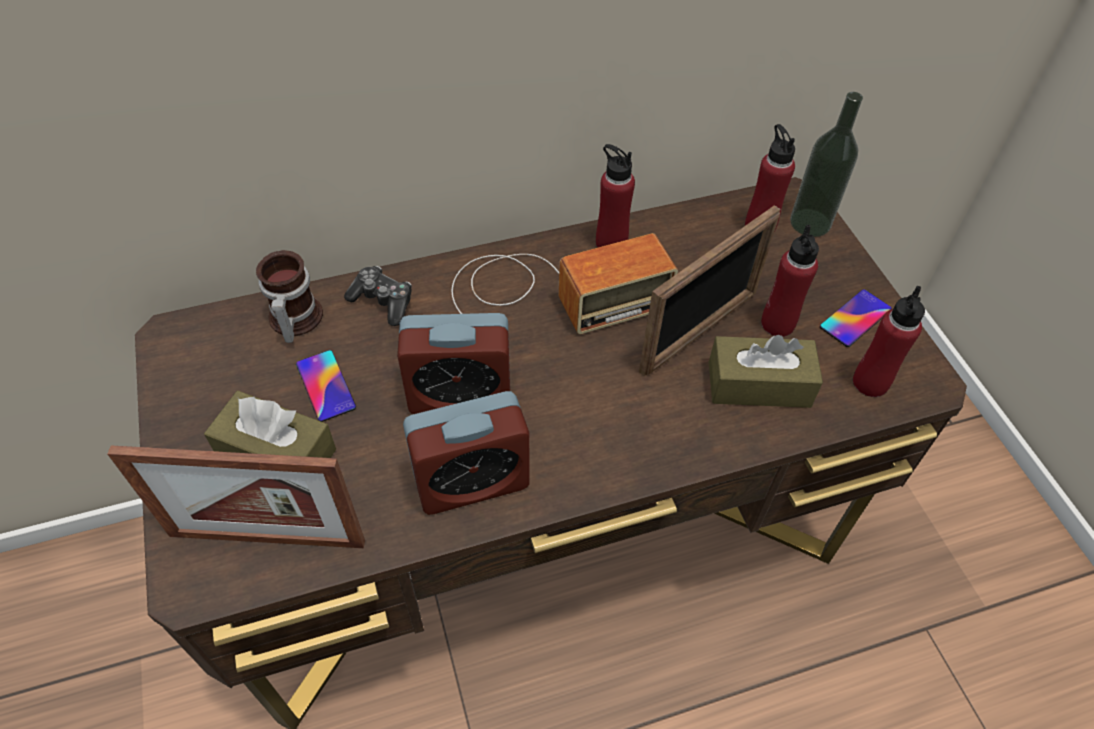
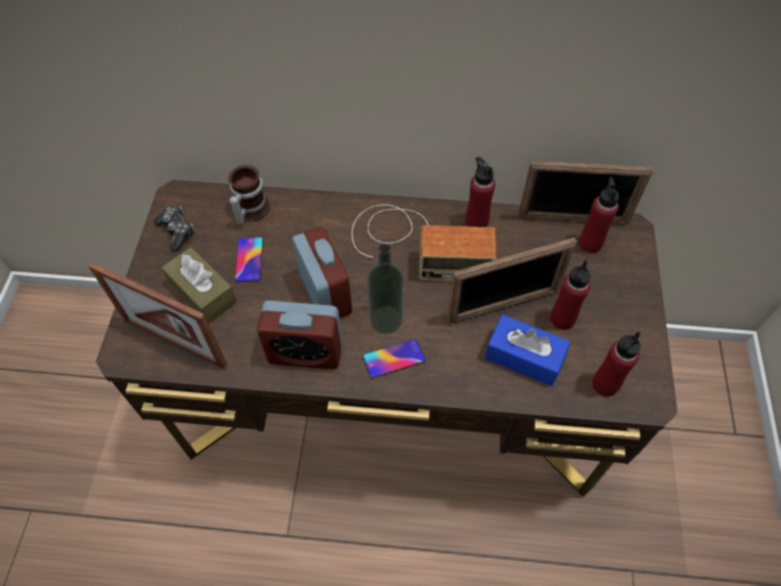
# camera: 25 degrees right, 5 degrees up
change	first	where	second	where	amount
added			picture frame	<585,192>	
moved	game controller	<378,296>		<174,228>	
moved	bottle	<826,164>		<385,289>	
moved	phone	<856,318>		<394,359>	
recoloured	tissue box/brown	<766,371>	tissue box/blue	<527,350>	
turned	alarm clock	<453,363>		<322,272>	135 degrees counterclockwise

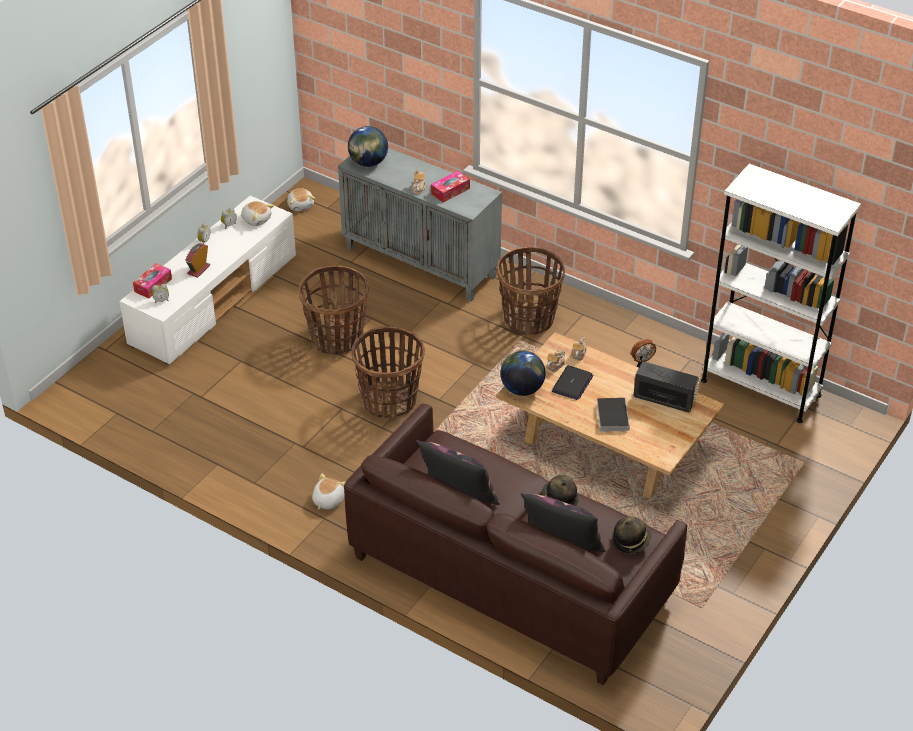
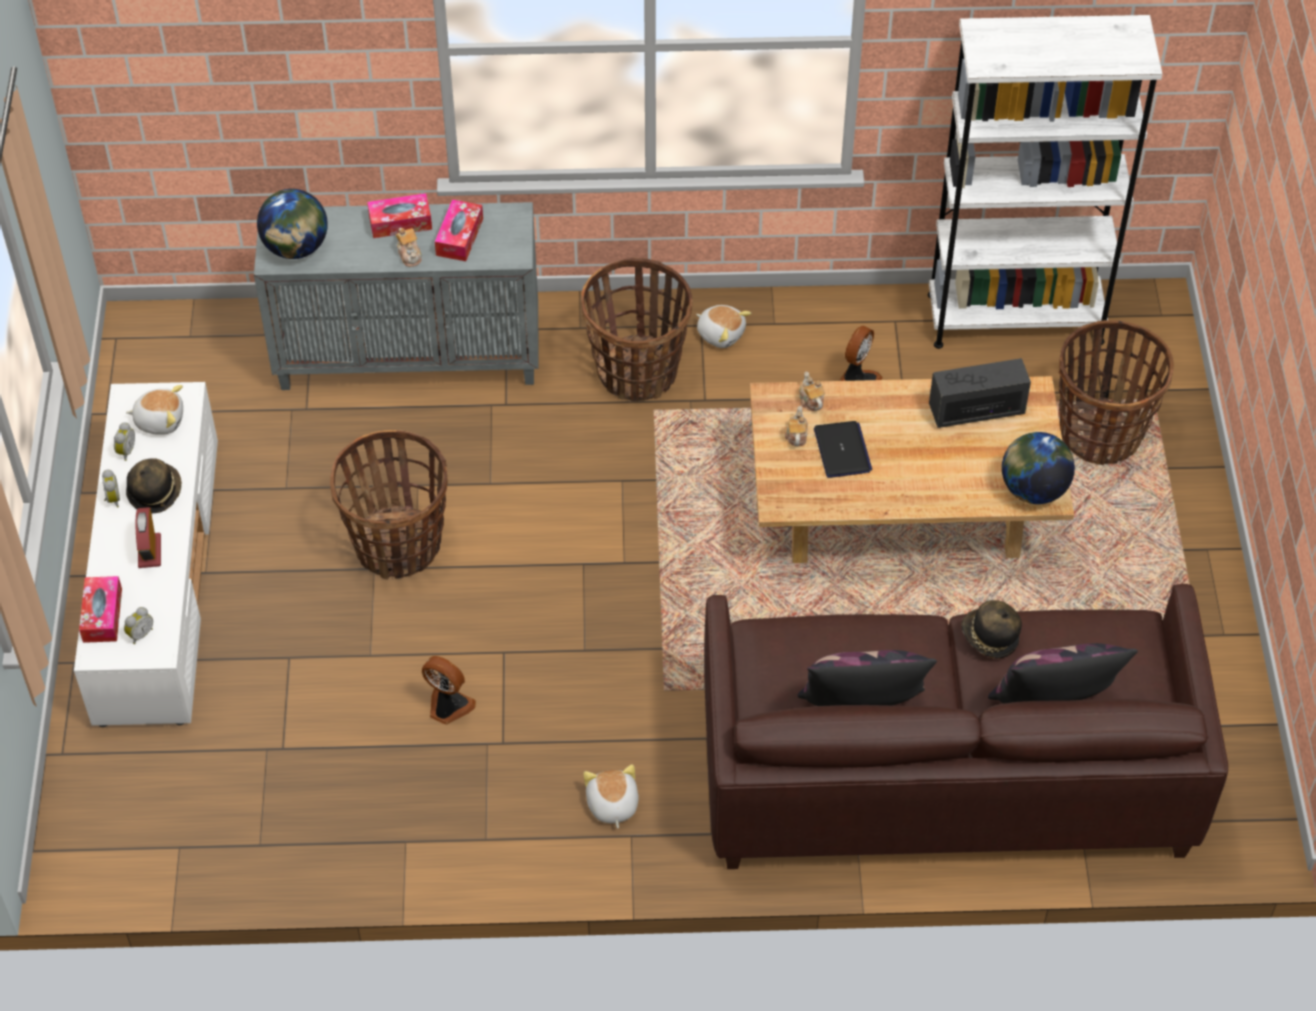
# camera: 35 degrees left, 10 degrees up
change	first	where	second	where	amount
removed	book	<613,415>			
added			tissue box	<399,215>	
added			fan	<449,690>	
moved	plush toy	<301,199>		<723,326>	
moved	basket	<388,372>		<1116,392>	
moved	globe	<523,373>		<1038,468>	
moved	hat	<632,535>		<154,485>	

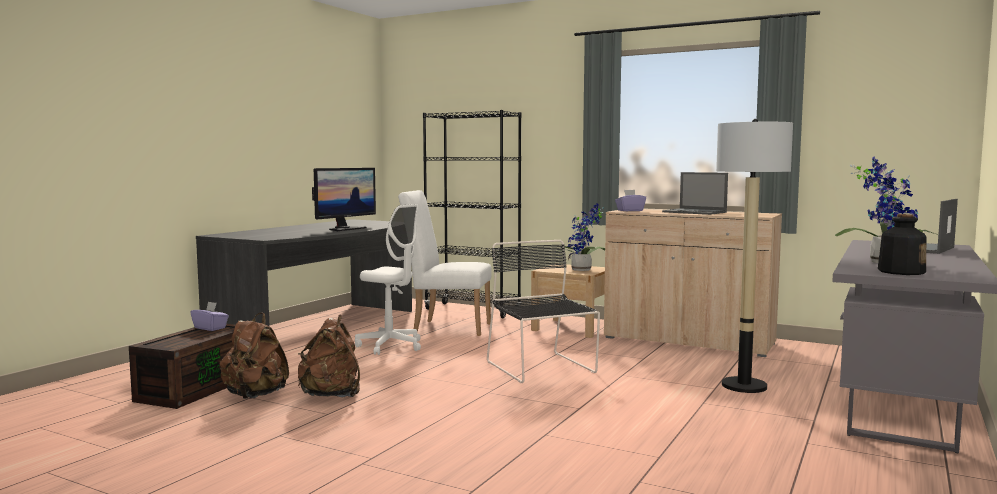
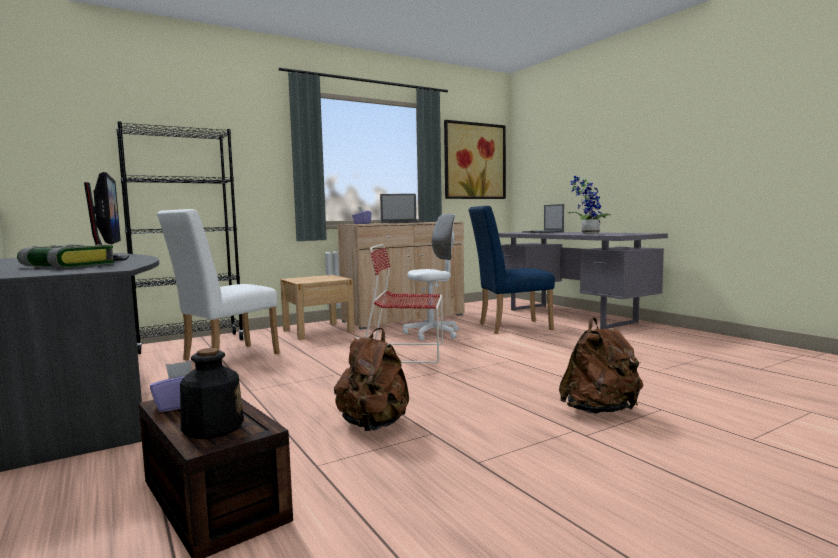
# camera: 60 degrees left, 0 degrees up
change	first	where	second	where	amount
removed	potted plant	<581,237>			
added			book	<65,256>	
added			picture	<475,159>	
moved	backpack/brown	<254,355>		<601,365>	
moved	office chair/white	<388,279>		<431,277>	
moved	bottle	<902,244>		<212,393>	
replaced	floor lamp	<754,256>	chair/blue	<511,270>	
recoloured	chair/black	<543,311>	chair/red	<404,304>	

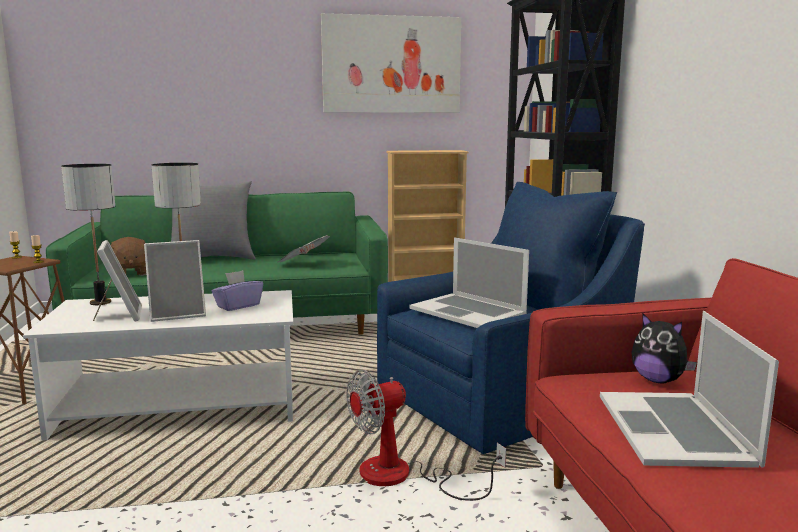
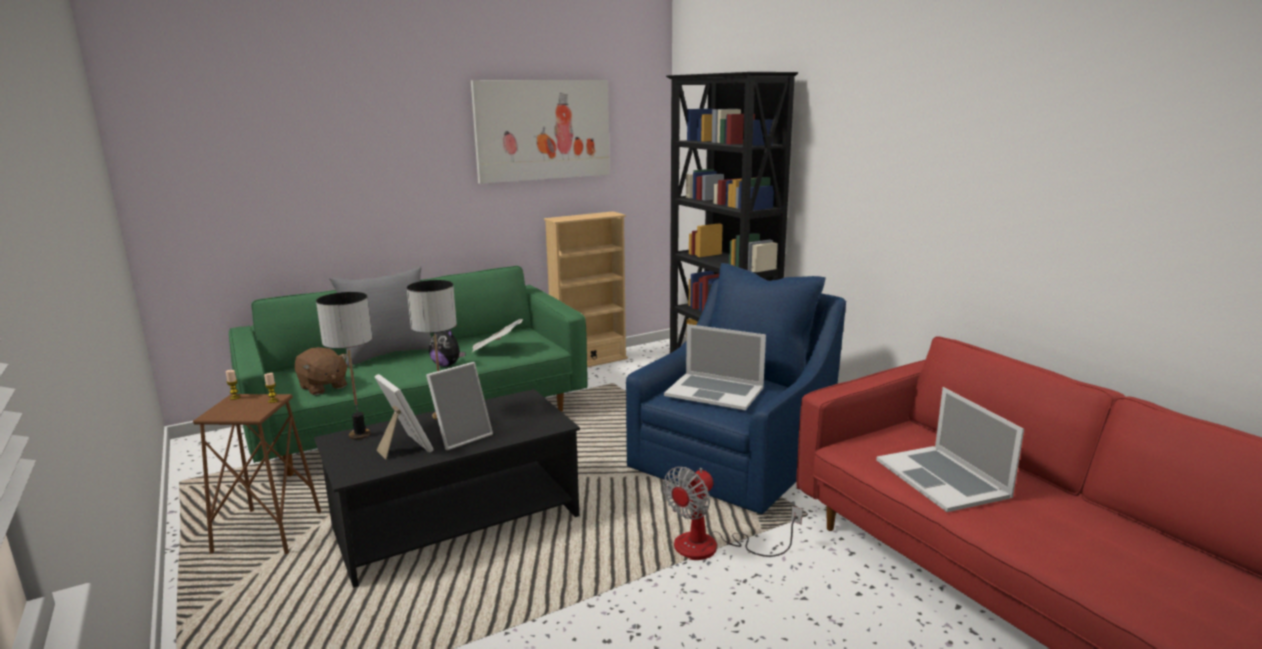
# camera: 20 degrees left, 5 degrees up
change	first	where	second	where	amount
removed	tissue box/purple	<237,290>			
moved	plush toy	<664,348>		<447,348>	
recoloured	coffee table/white	<158,365>	coffee table/black	<447,488>	

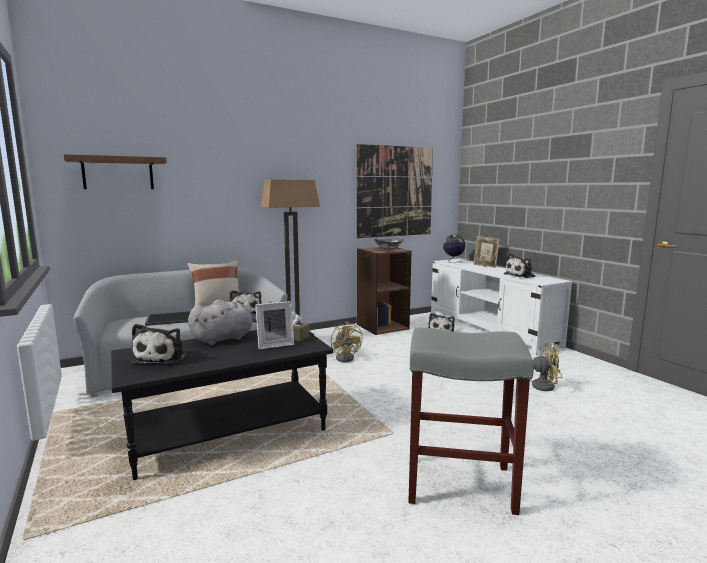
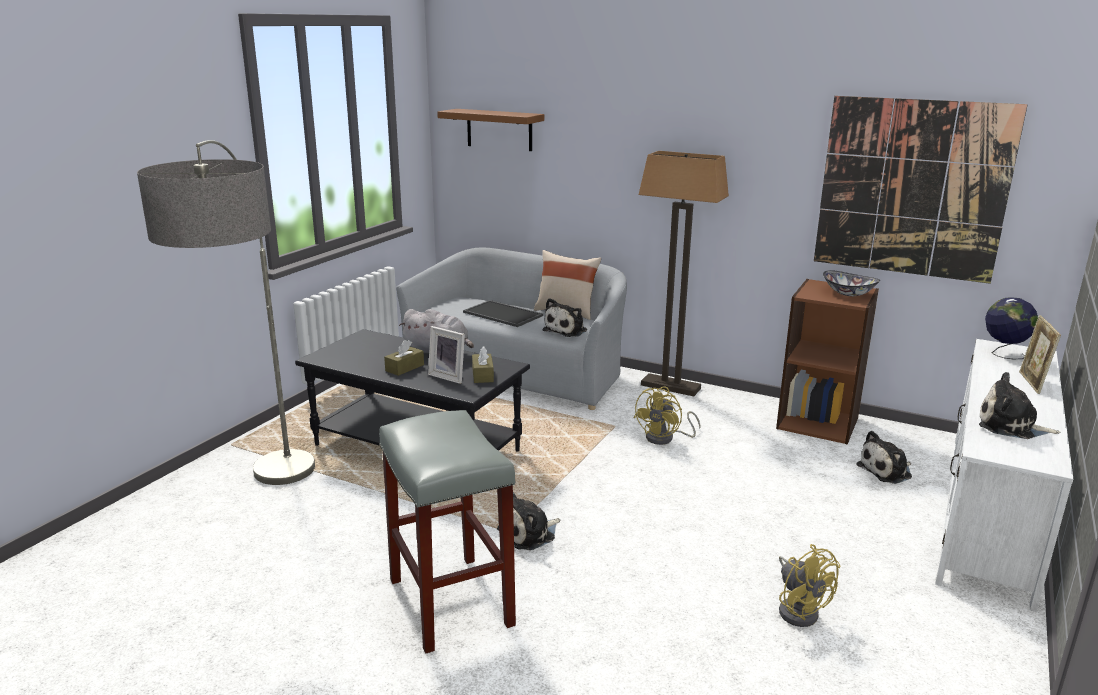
# camera: 55 degrees right, 10 degrees up
change	first	where	second	where	amount
added			floor lamp	<226,312>	
added			tissue box/brown	<404,358>	
moved	plush toy	<158,344>		<529,521>	

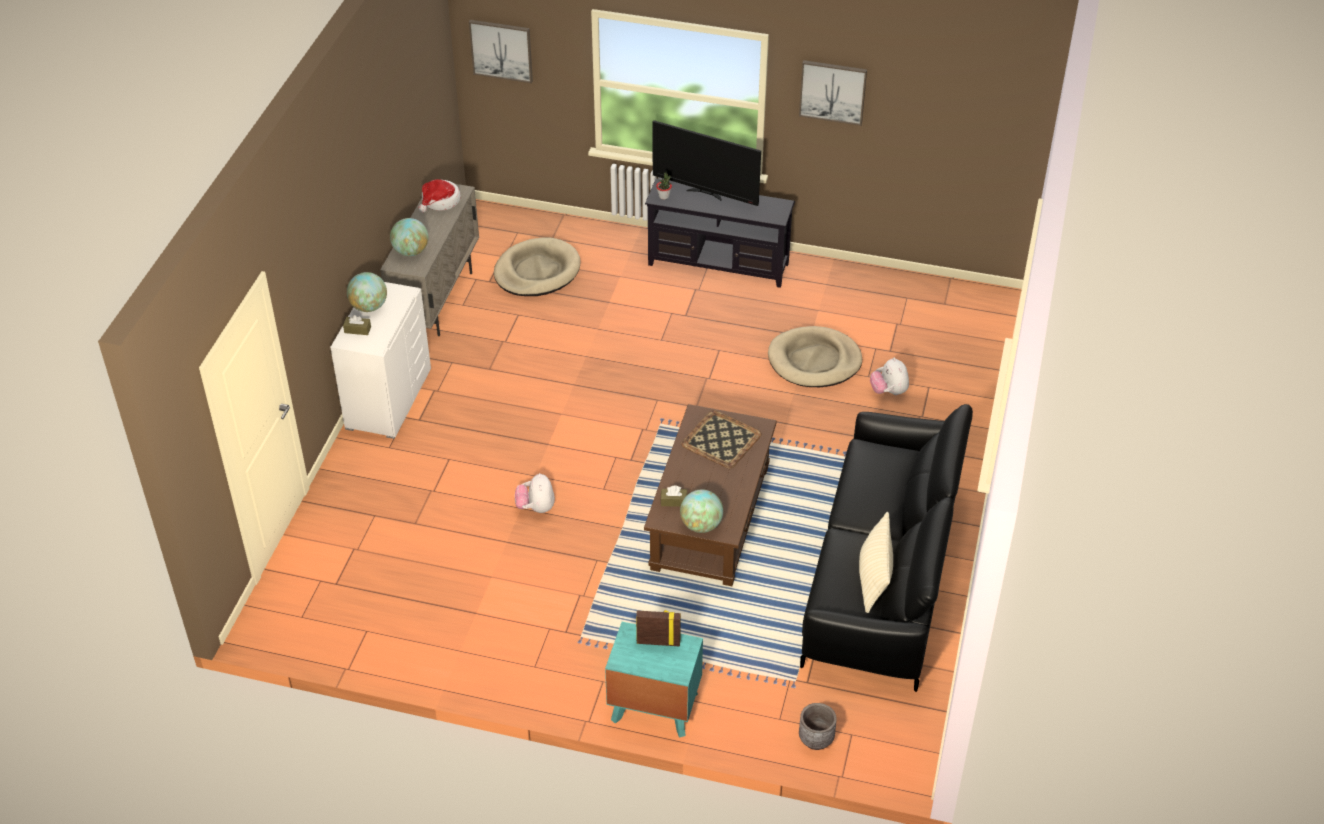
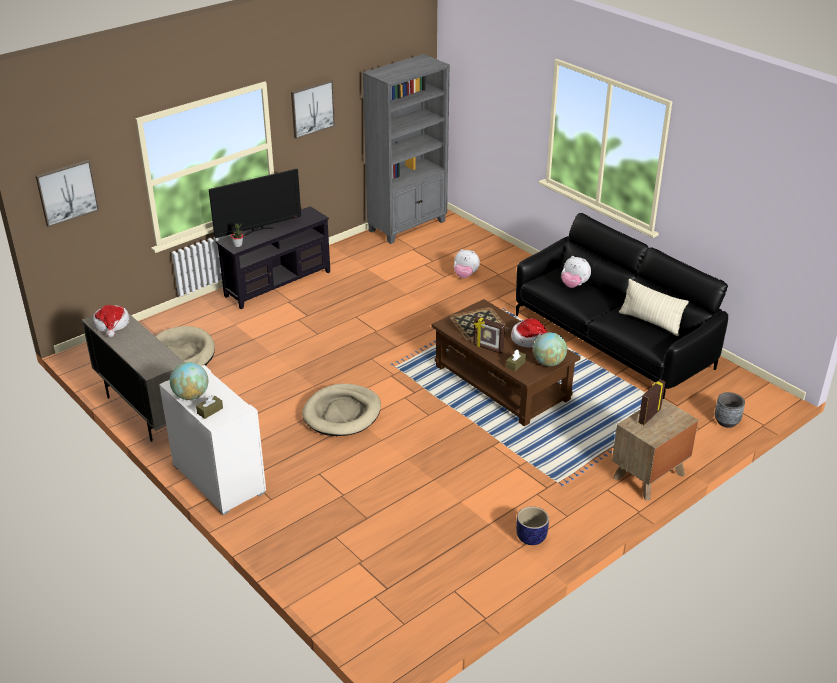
# camera: 55 degrees left, 10 degrees down
change	first	where	second	where	amount
removed	globe	<409,237>			
added			bookcase/grey	<406,149>	
added			picture frame	<489,335>	
added			hat	<529,333>	
added			planter	<532,525>	
moved	plush toy	<535,493>		<576,272>	
moved	dog bed/beige	<815,356>		<341,410>	
recoloured	nightstand/turquoise	<654,680>	nightstand/brown	<655,450>	

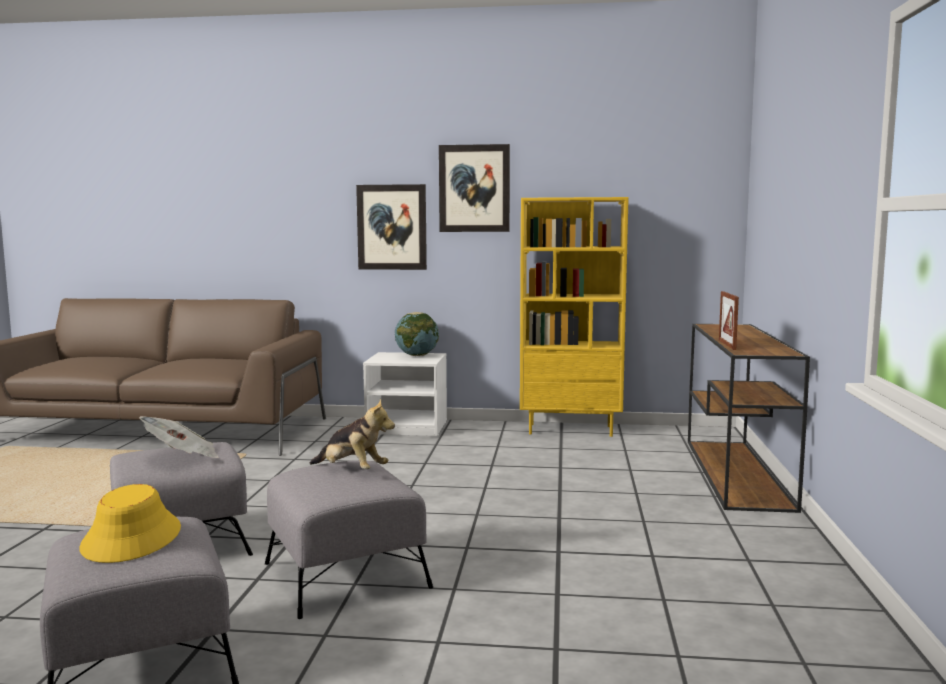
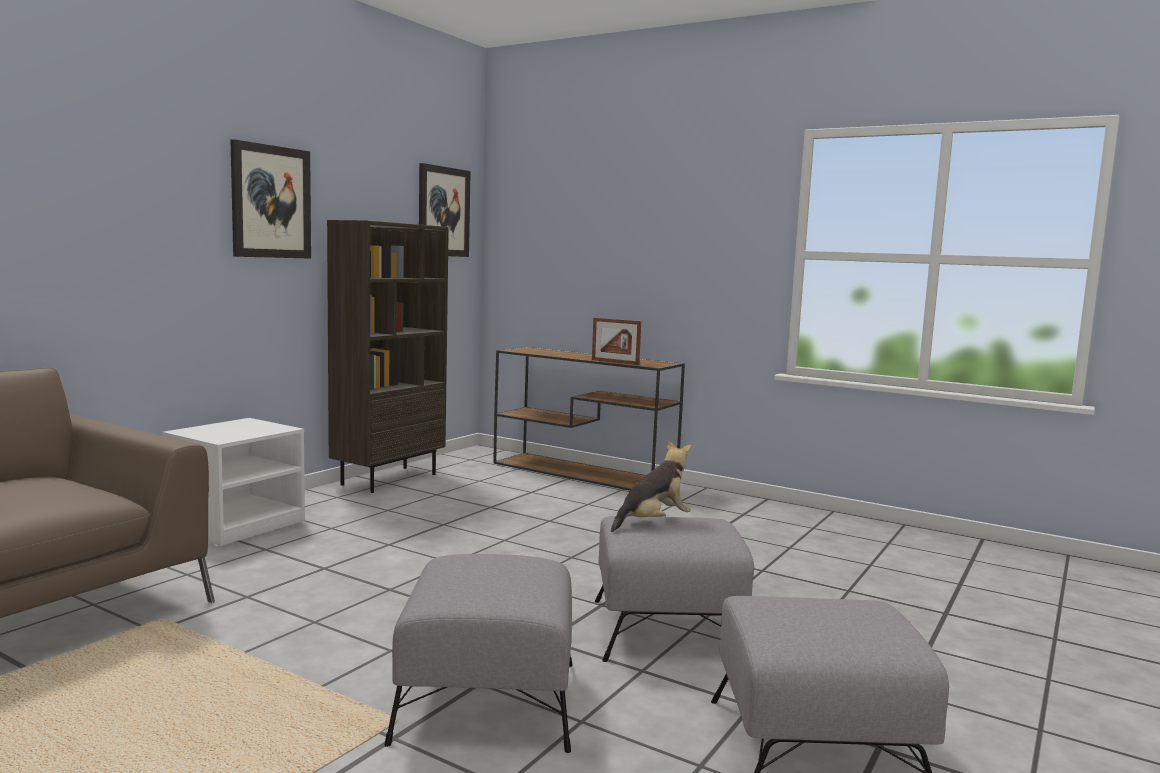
# camera: 65 degrees left, 0 degrees up
change	first	where	second	where	amount
removed	hat/yellow	<130,523>			
removed	newspaper	<179,437>			
removed	globe	<417,334>			
moved	picture	<391,227>		<445,210>	
recoloured	bookcase/yellow	<574,317>	bookcase/brown	<388,356>	

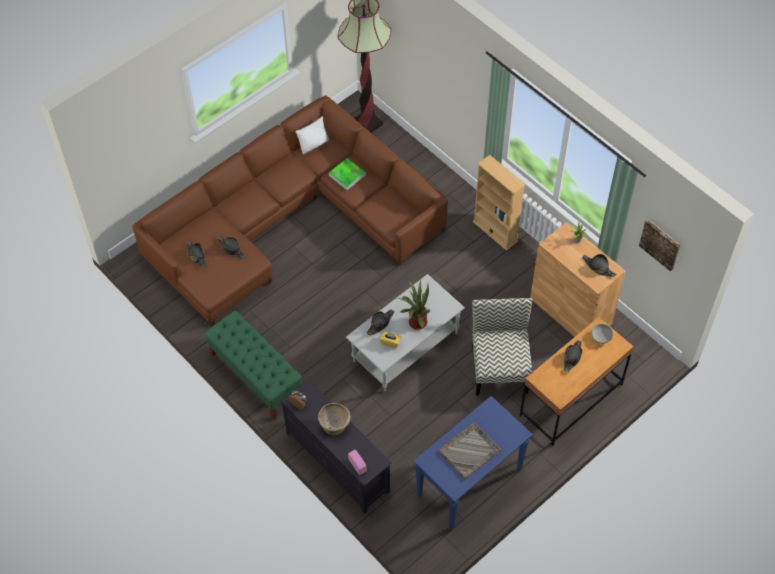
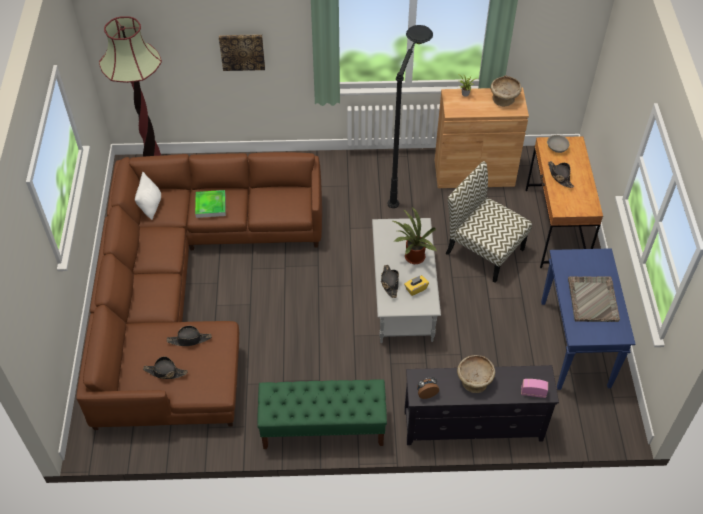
# camera: 50 degrees left, 5 degrees down
change	first	where	second	where	amount
removed	bookcase/beige	<499,203>			
added			floor lamp/black	<410,116>	
moved	picture	<660,245>		<242,52>	
replaced	hat/black	<599,265>	bowl/beige	<506,91>	

